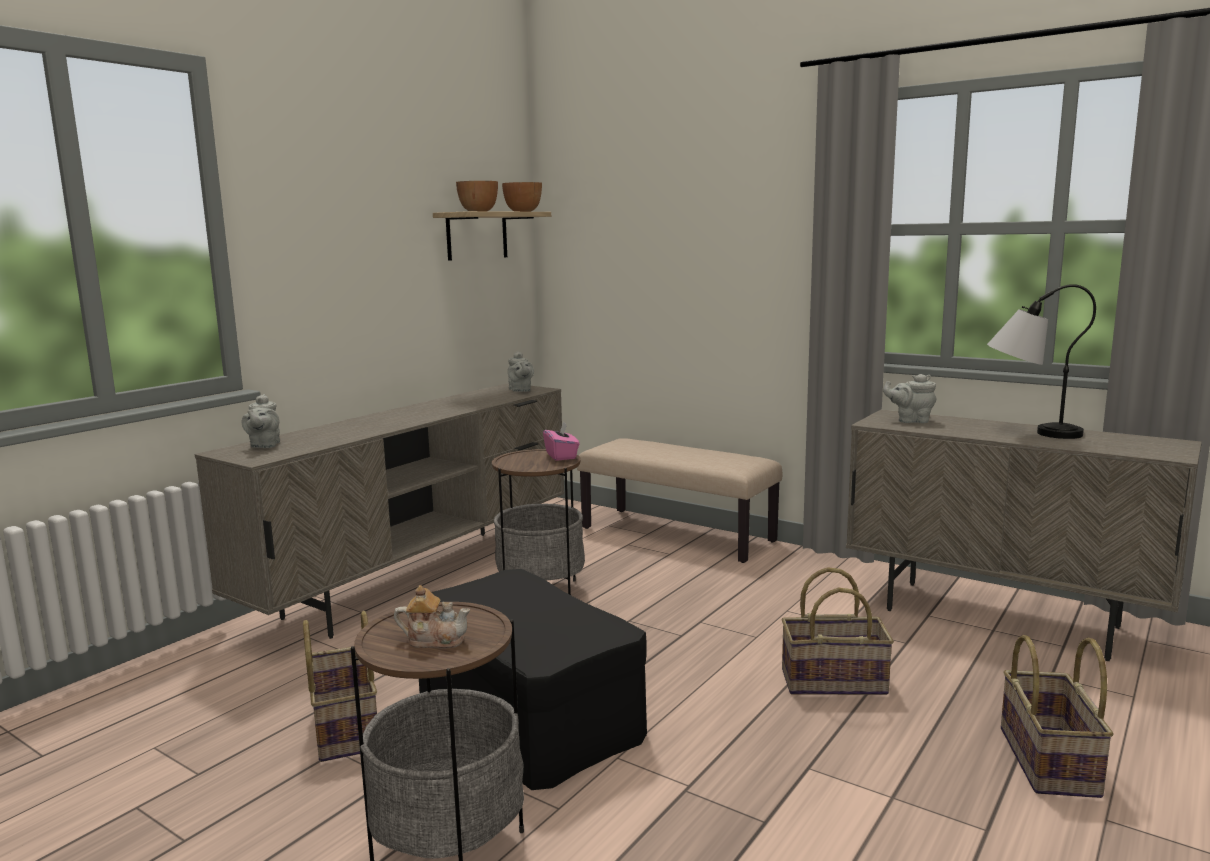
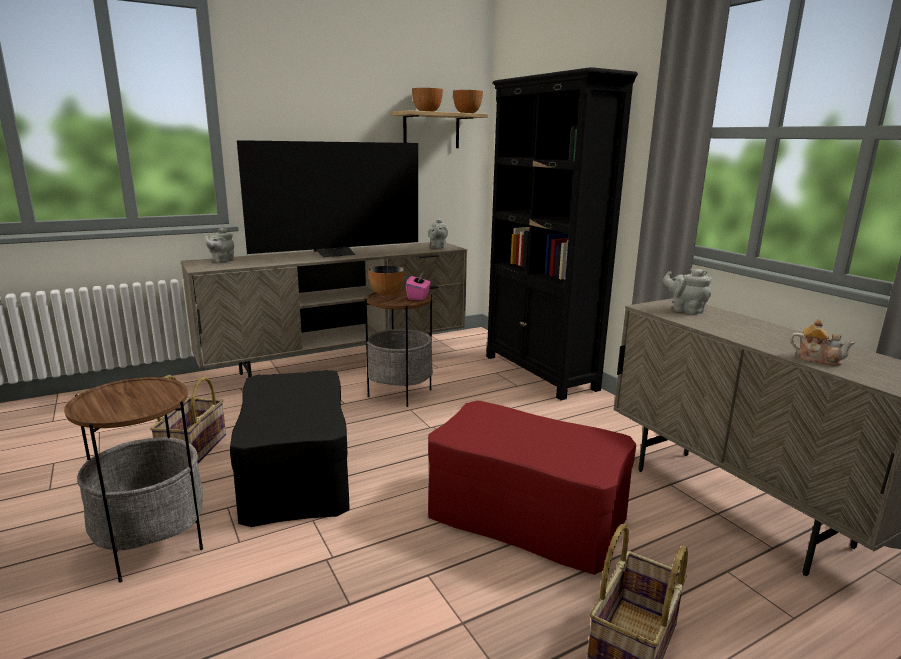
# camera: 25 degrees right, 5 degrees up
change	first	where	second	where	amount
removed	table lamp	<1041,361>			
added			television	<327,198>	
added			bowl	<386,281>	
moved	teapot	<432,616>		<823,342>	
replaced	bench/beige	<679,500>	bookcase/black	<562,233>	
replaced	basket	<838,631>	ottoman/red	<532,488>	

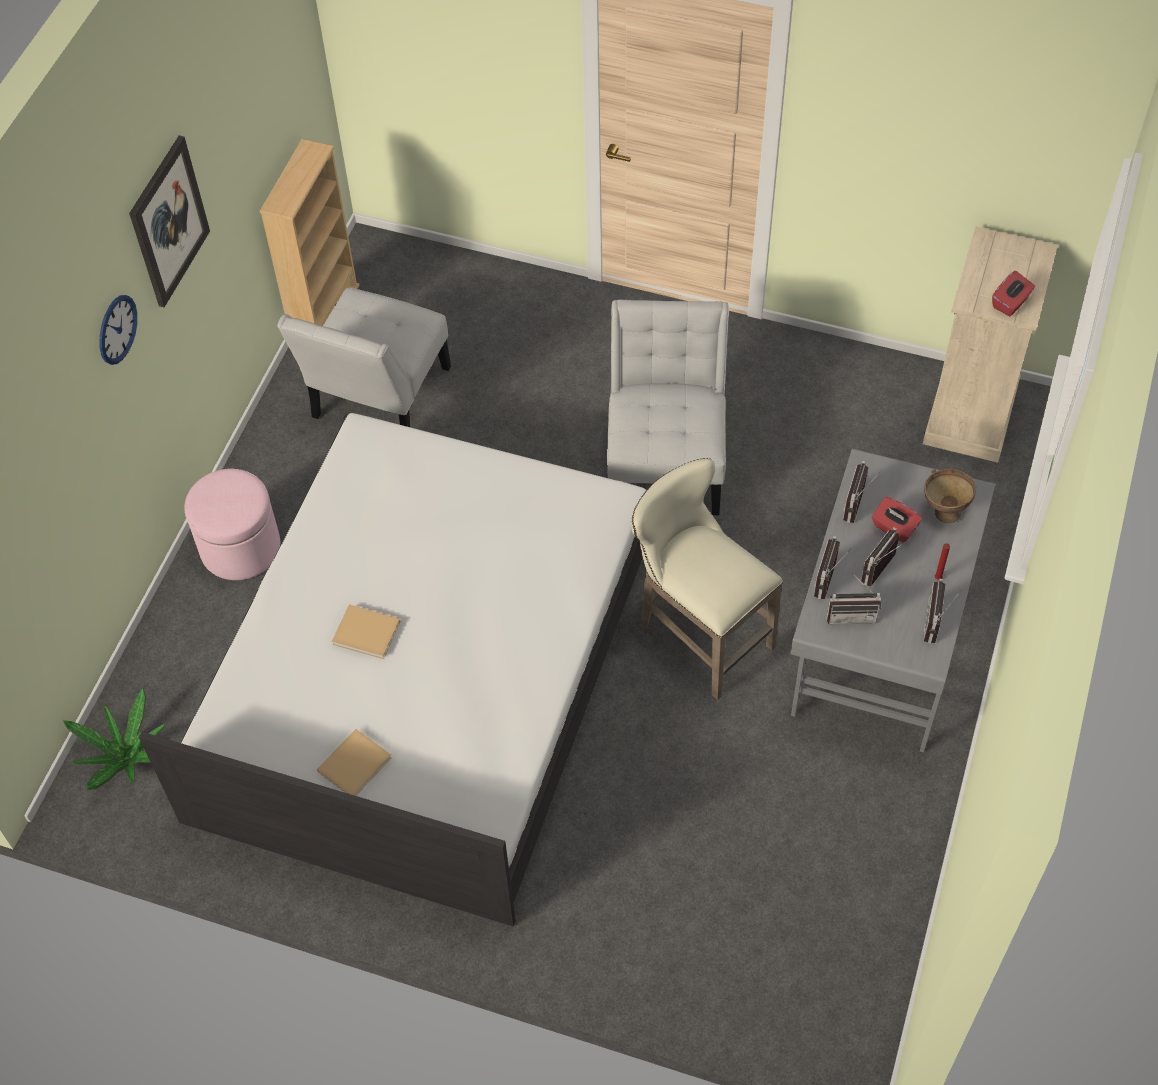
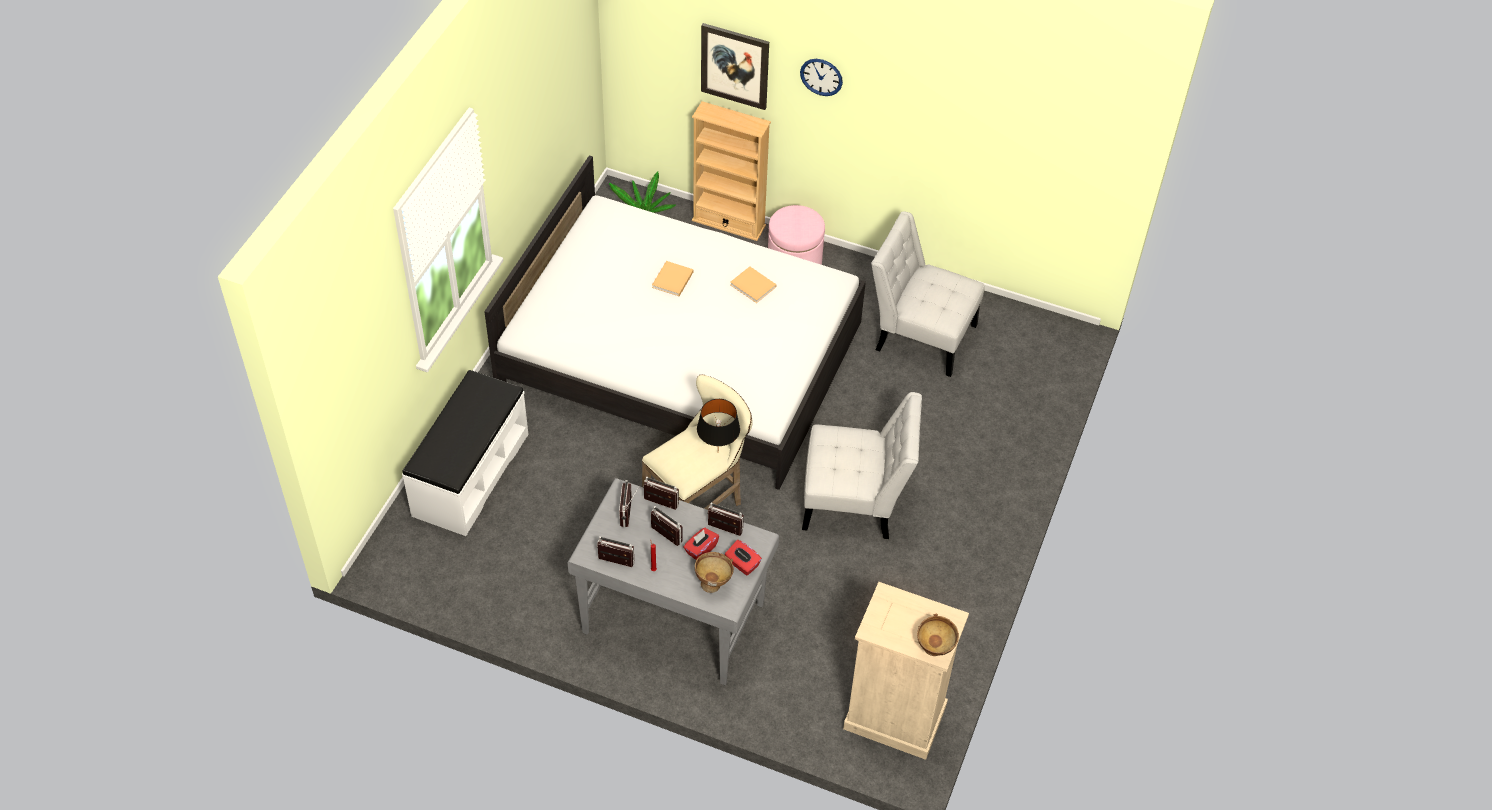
# camera: 90 degrees right, 5 degrees down
change	first	where	second	where	amount
added			bench/white	<465,453>	
added			table lamp/black	<718,422>	
added			bowl/brown	<938,635>	
moved	picture	<169,221>		<735,66>	
moved	bookcase/beige	<309,232>		<731,171>	
moved	book/beige	<354,762>		<753,284>	
moved	tissue box/red	<1013,294>		<743,557>	

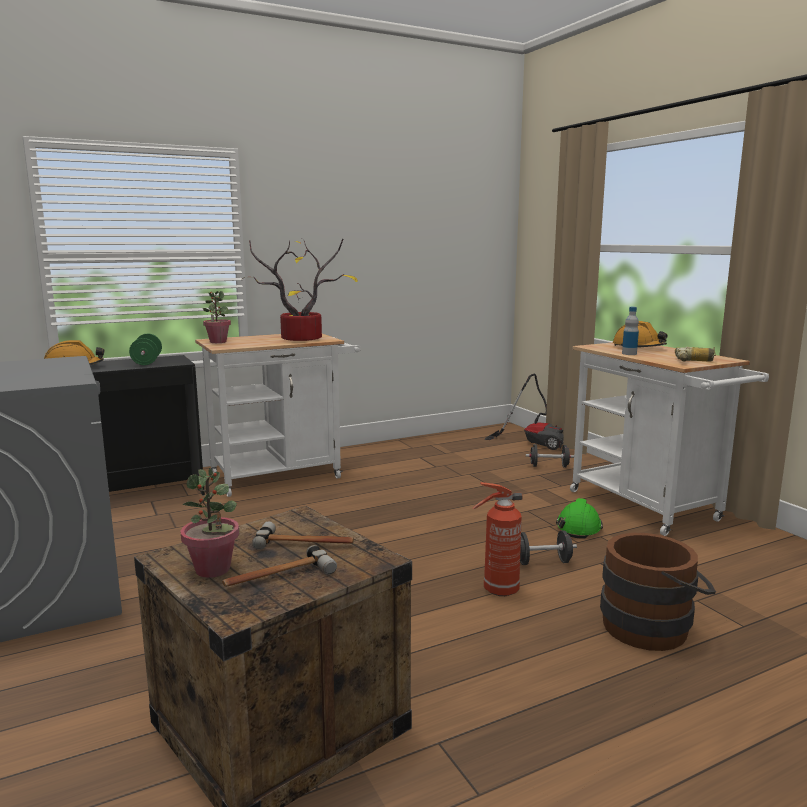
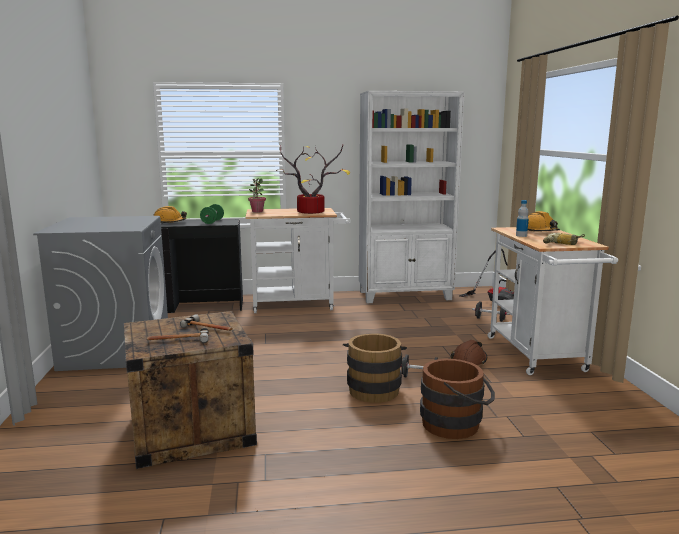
# camera: 20 degrees right, 0 degrees up
change	first	where	second	where	amount
removed	potted plant	<210,523>			
added			bookcase/white	<412,197>	
replaced	fire extinguisher	<498,539>	bucket/brown	<375,368>	
recoloured	hard hat/green	<579,518>	hard hat/brown	<469,352>	

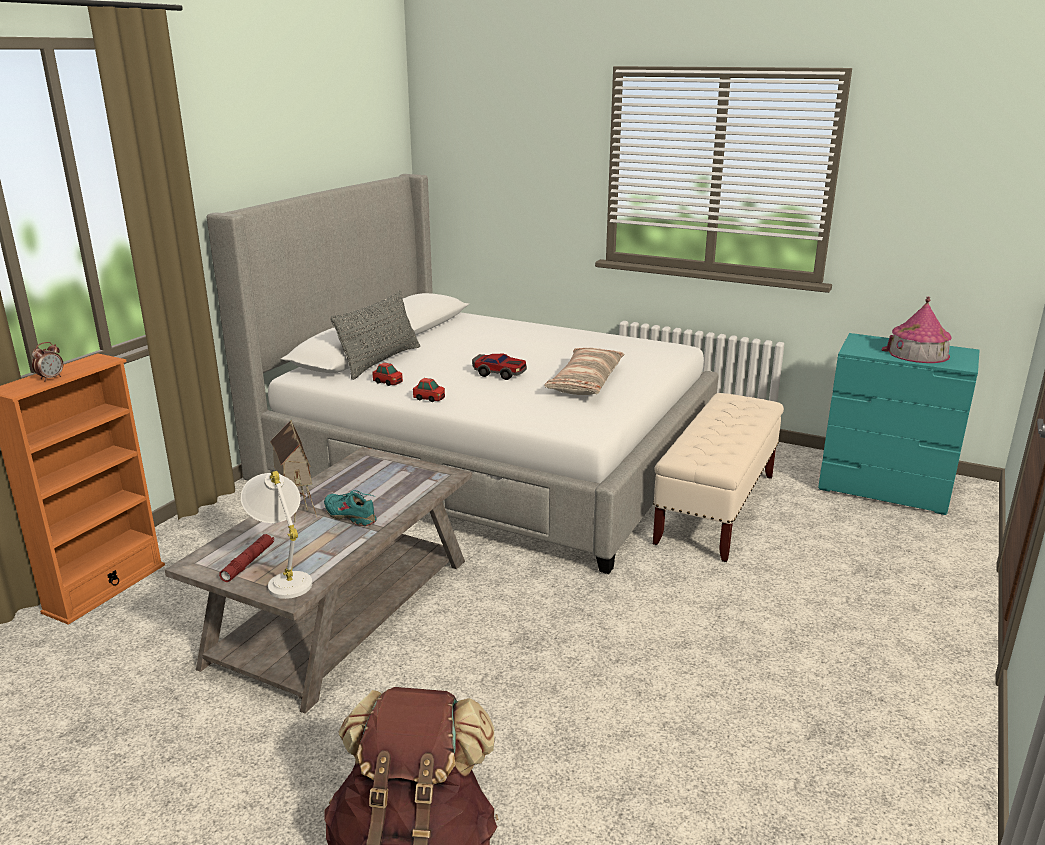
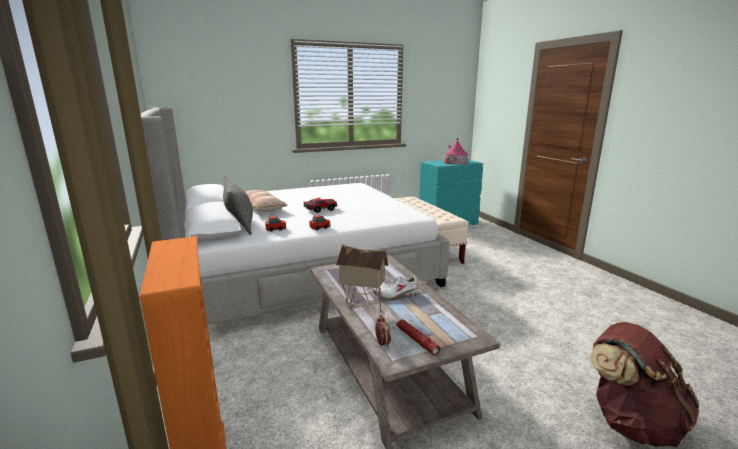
# camera: 50 degrees left, 5 degrees down
change	first	where	second	where	amount
removed	table lamp/white	<276,535>			
moved	alarm clock	<47,361>		<383,330>	
moved	pillow	<584,371>		<266,201>	
recoloured	shoe/turquoise	<350,508>	shoe/white	<396,287>	

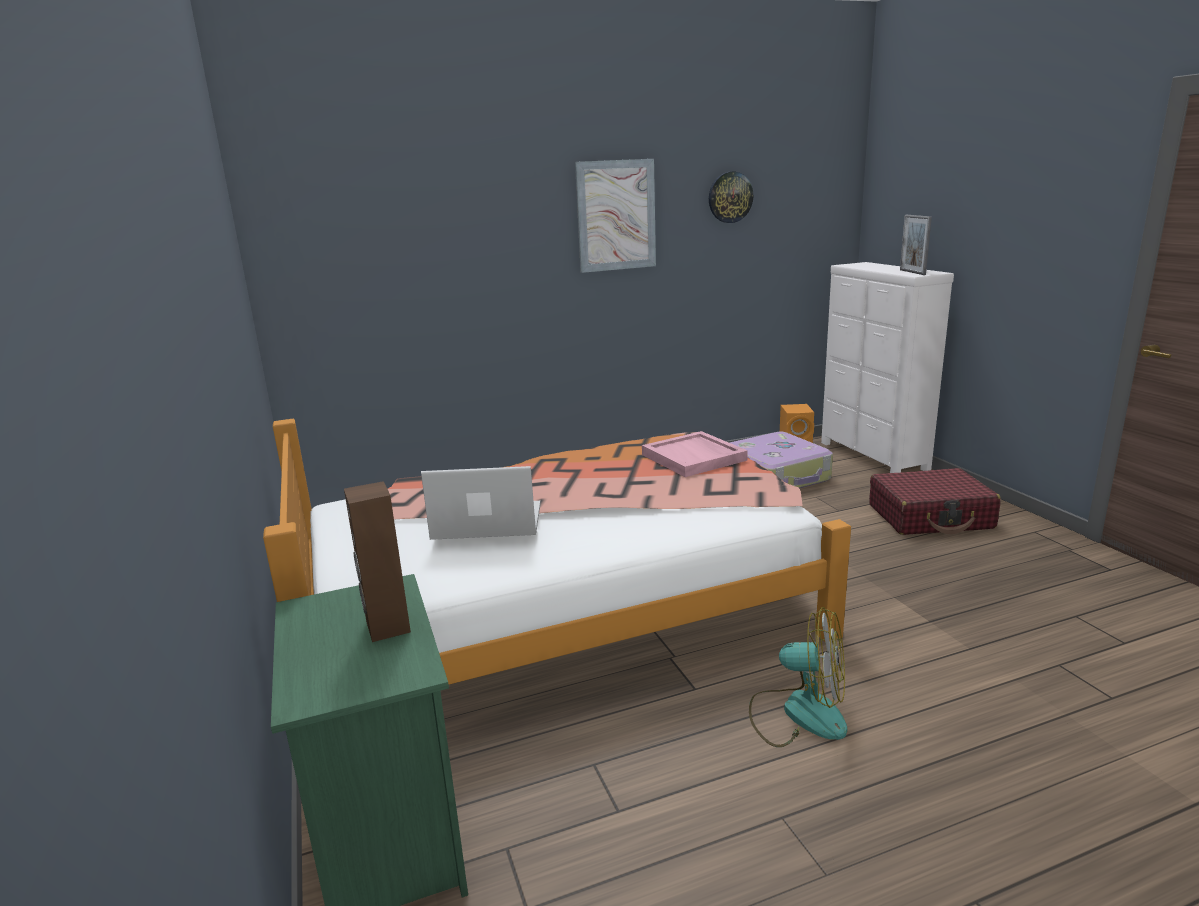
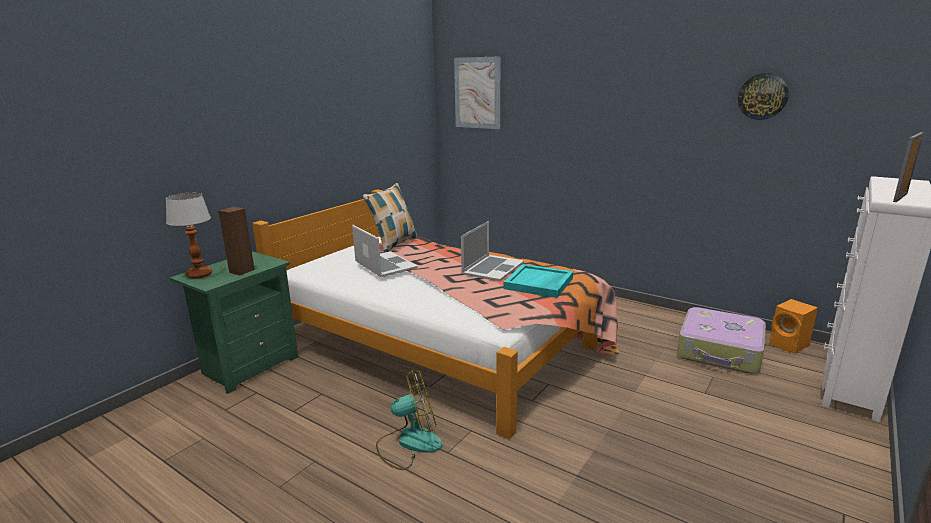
# camera: 55 degrees right, 0 degrees up
change	first	where	second	where	amount
removed	suitcase/red	<935,501>			
added			table lamp	<189,236>	
added			pillow	<390,218>	
added			laptop	<492,251>	
moved	picture	<615,216>		<477,93>	
recoloured	tray/pink	<695,454>	tray/turquoise	<538,281>	
turned	fan	<798,677>		<409,420>	90 degrees counterclockwise

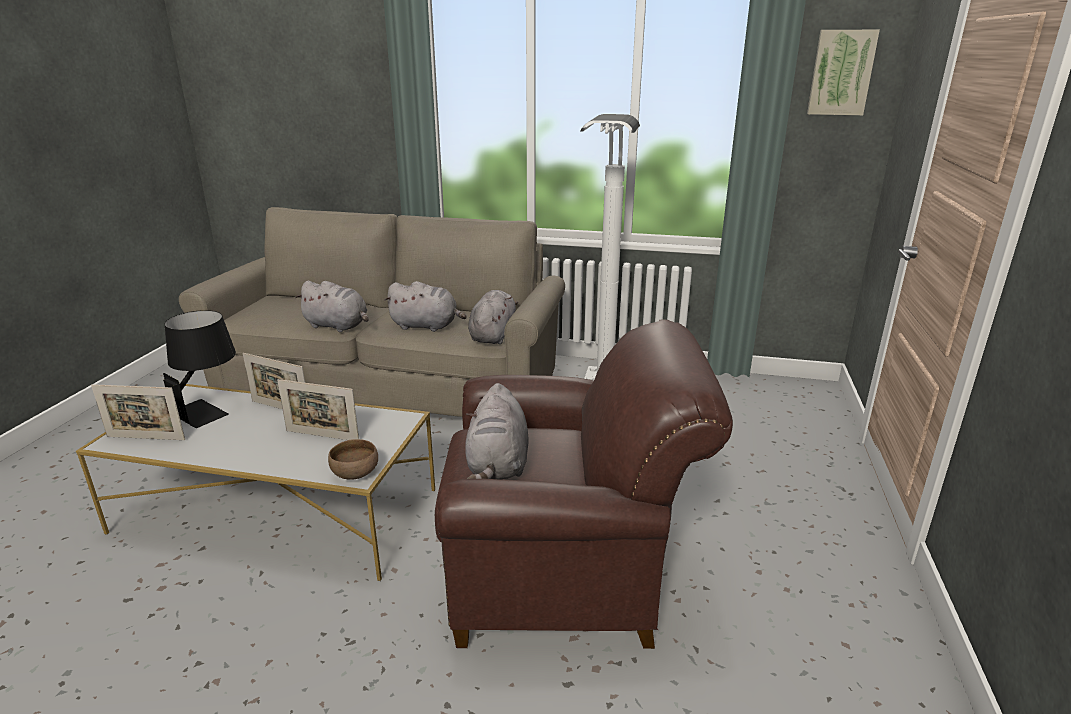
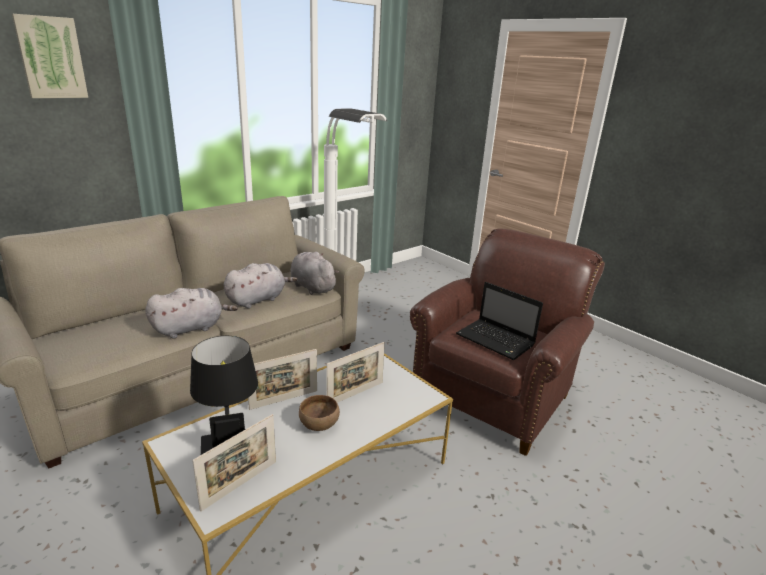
# camera: 55 degrees left, 0 degrees up
change	first	where	second	where	amount
moved	bowl/brown	<353,459>		<319,413>	
moved	picture	<843,72>		<50,56>	
replaced	plush toy/grey	<497,431>	laptop	<499,321>	

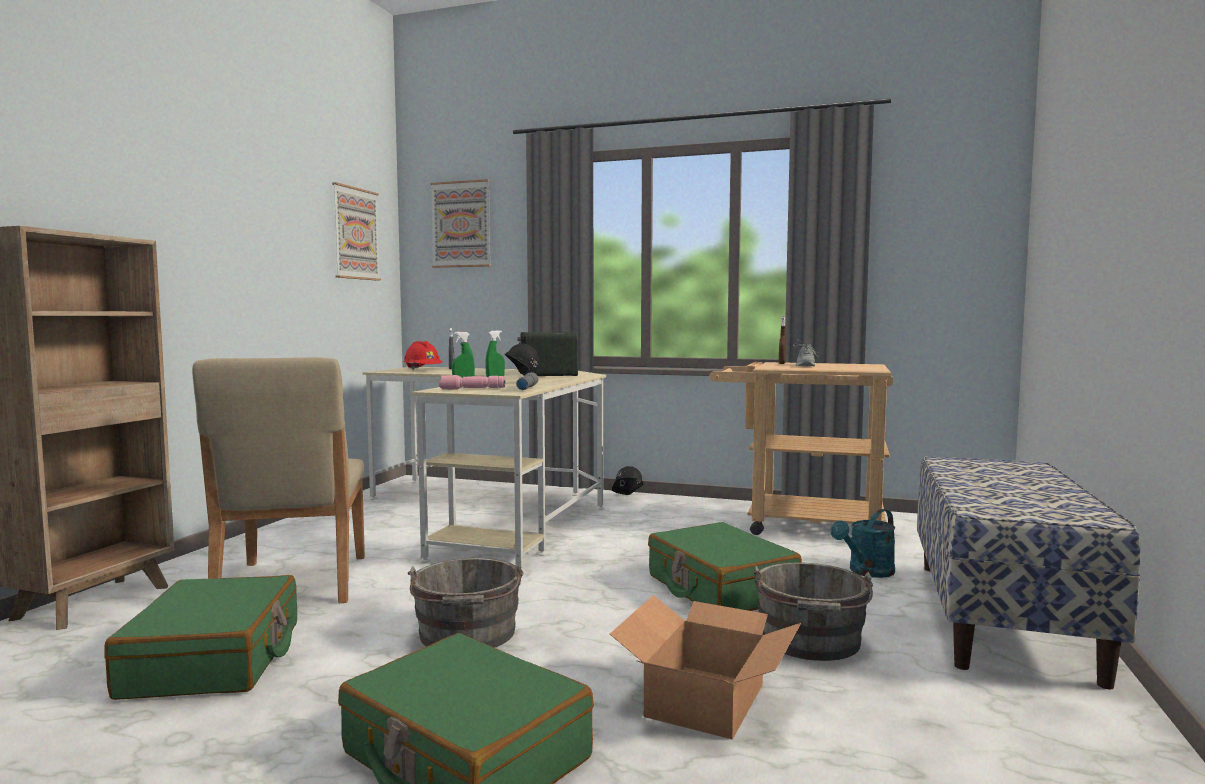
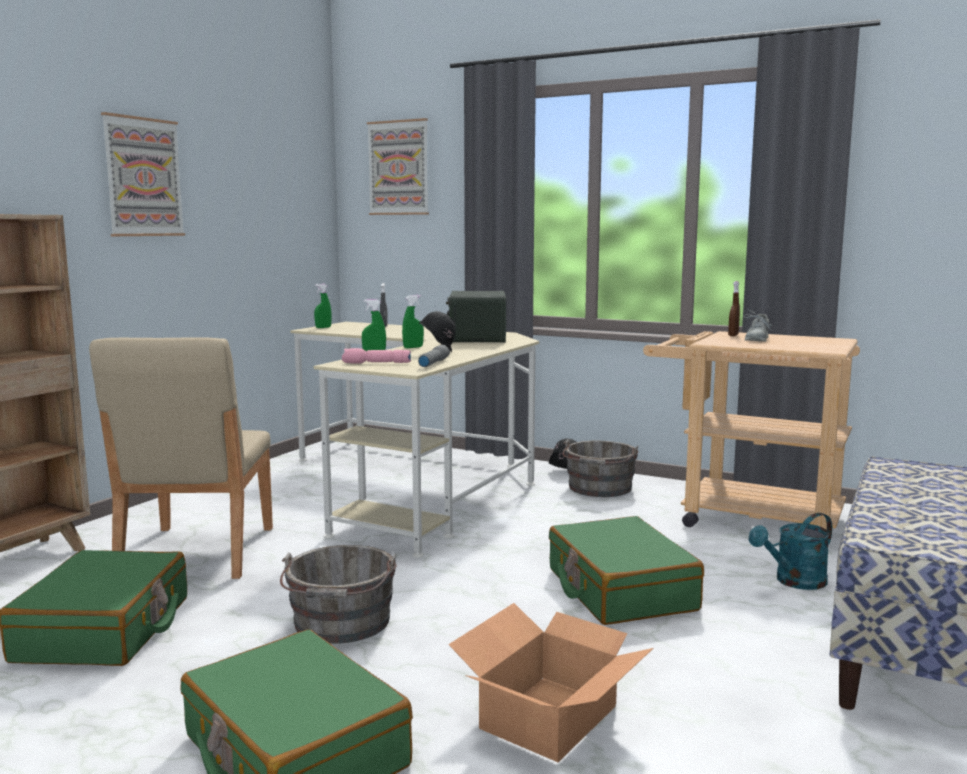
# camera: 10 degrees right, 5 degrees up
change	first	where	second	where	amount
removed	hard hat/red	<423,355>			
added			spray bottle/green	<323,306>	
moved	picture	<356,231>		<143,174>	
moved	bucket/grey	<813,611>		<600,468>	

